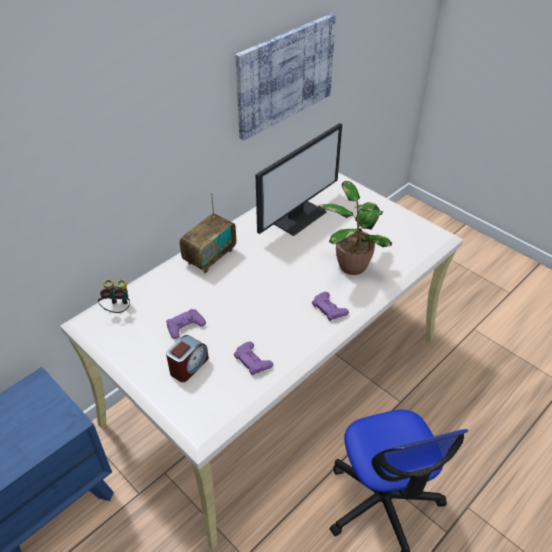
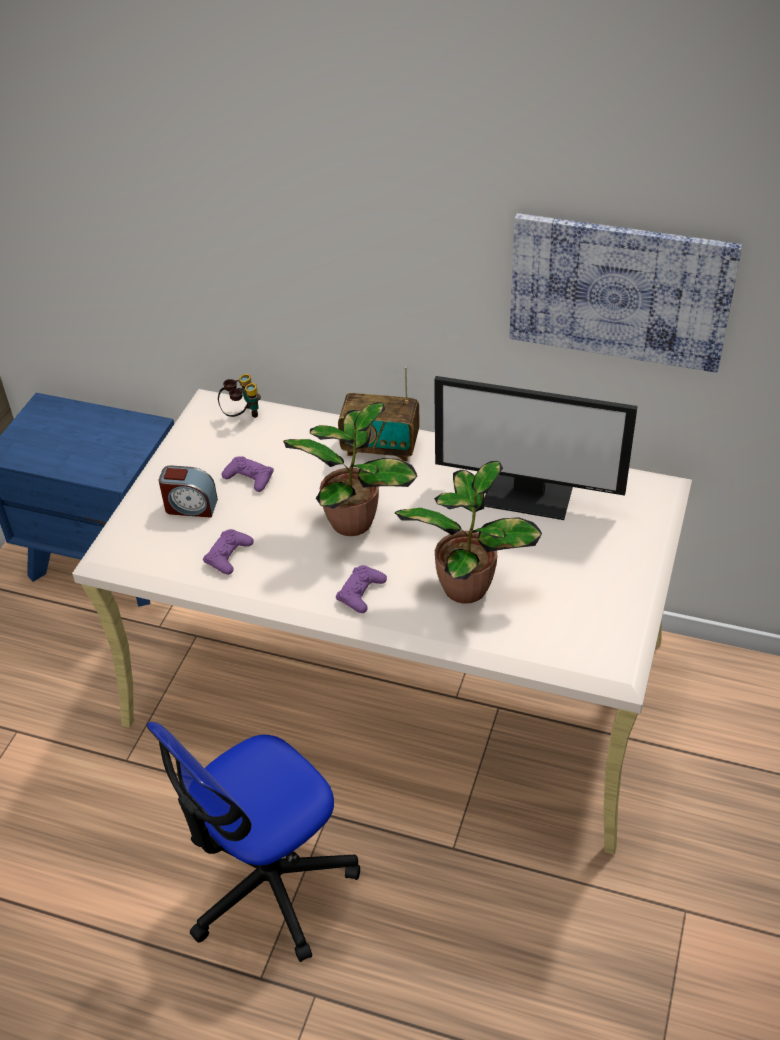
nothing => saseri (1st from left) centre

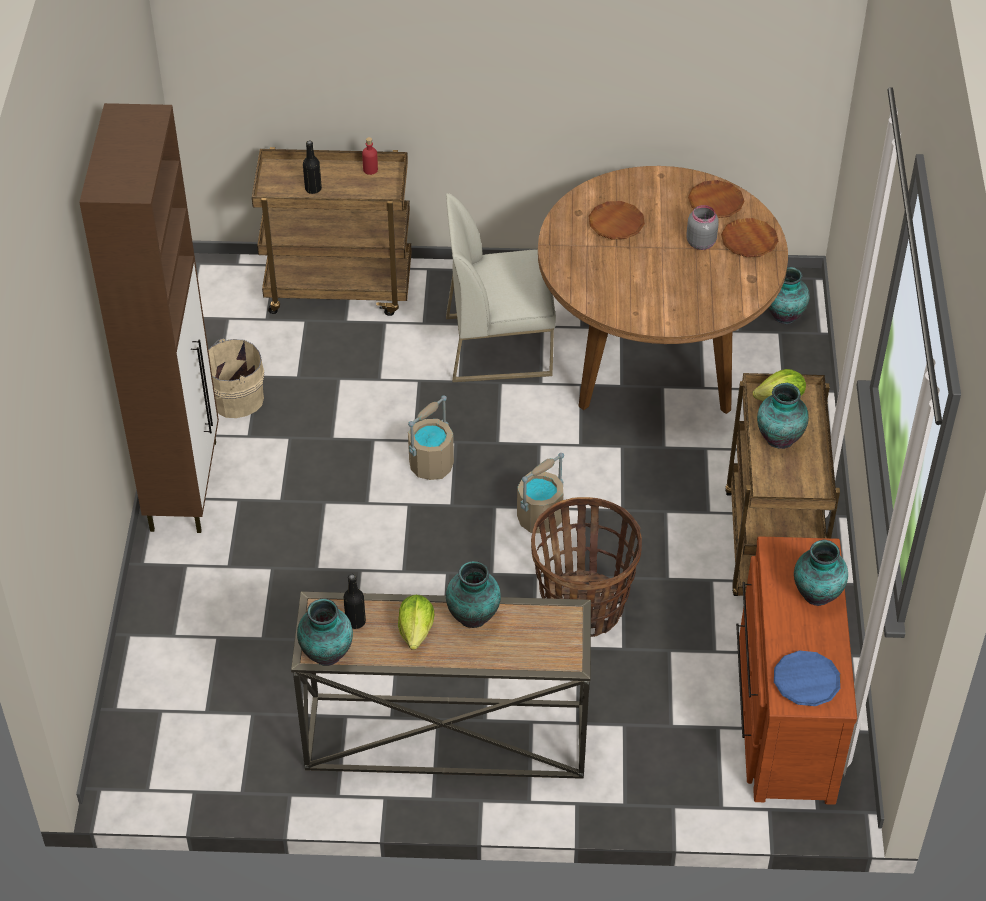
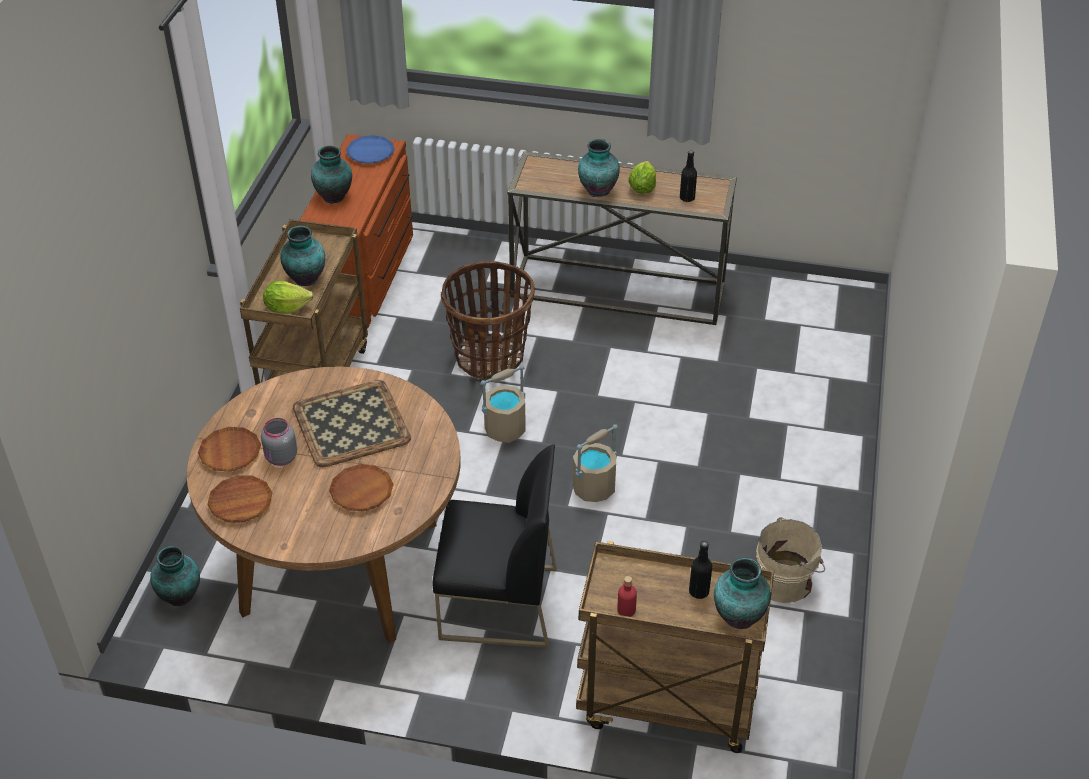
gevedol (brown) middle left => nothing
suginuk (1st from left in the first image) bottom left => suginuk (5th from left) bottom right, moved
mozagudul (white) top centre => mozagudul (black) bottom centre
nothing => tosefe middle left

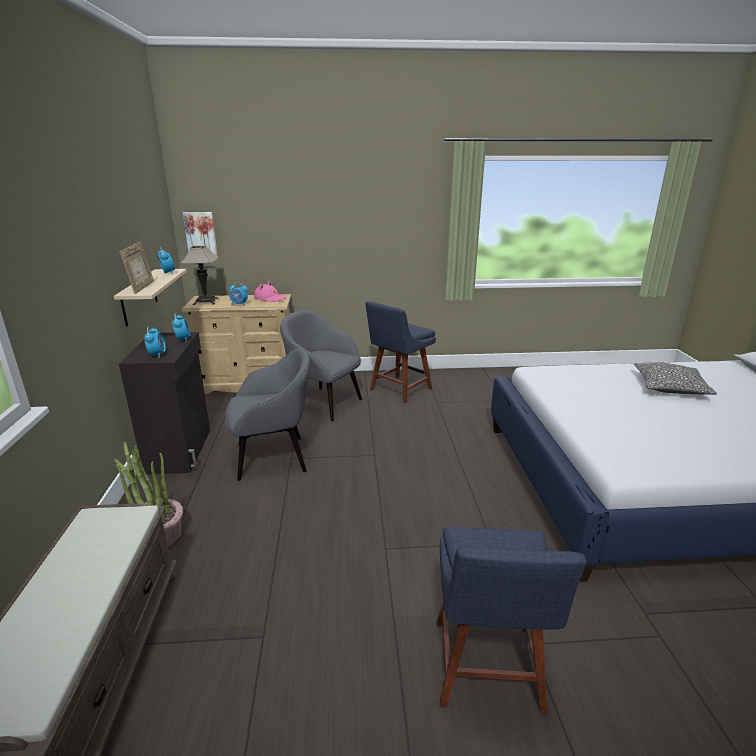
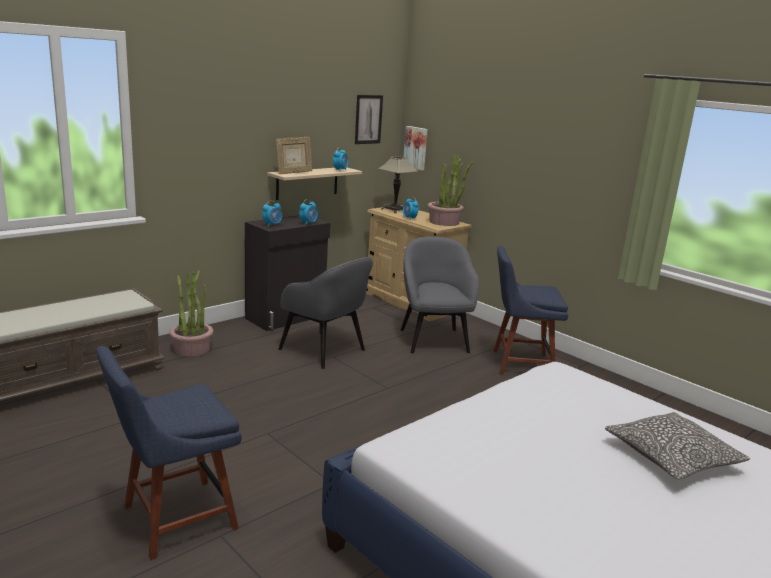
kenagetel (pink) centre => saseri (2nd from left) top centre
nothing => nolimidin (1st from left) top centre

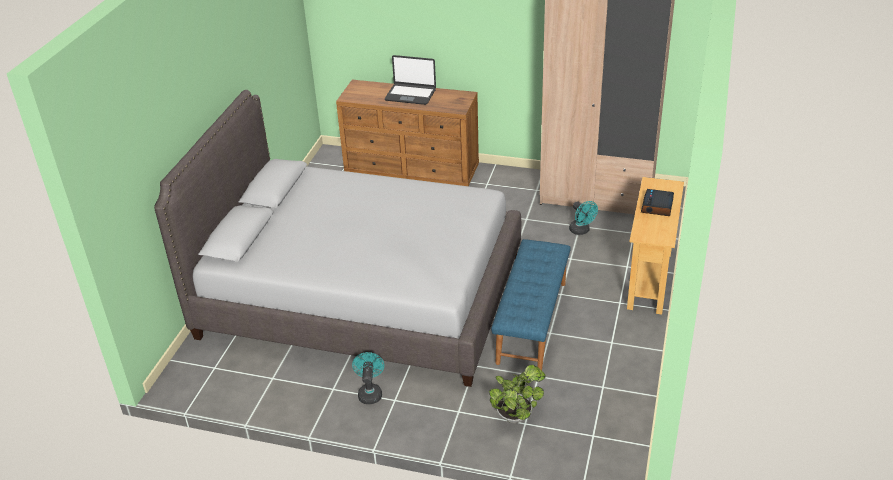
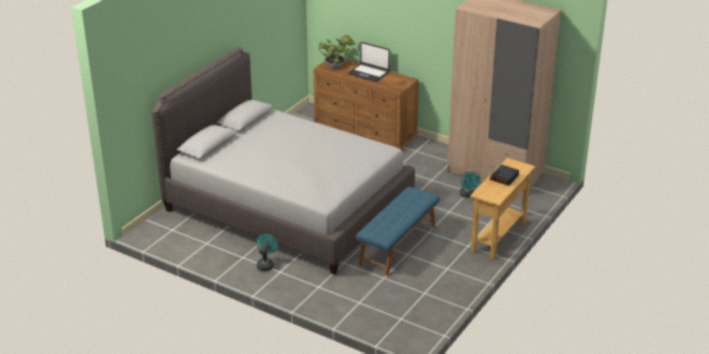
saseri bottom centre => saseri top centre, moved

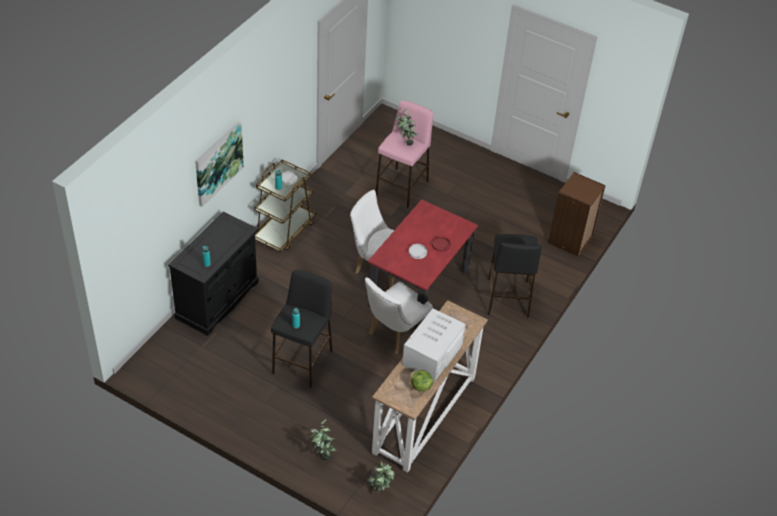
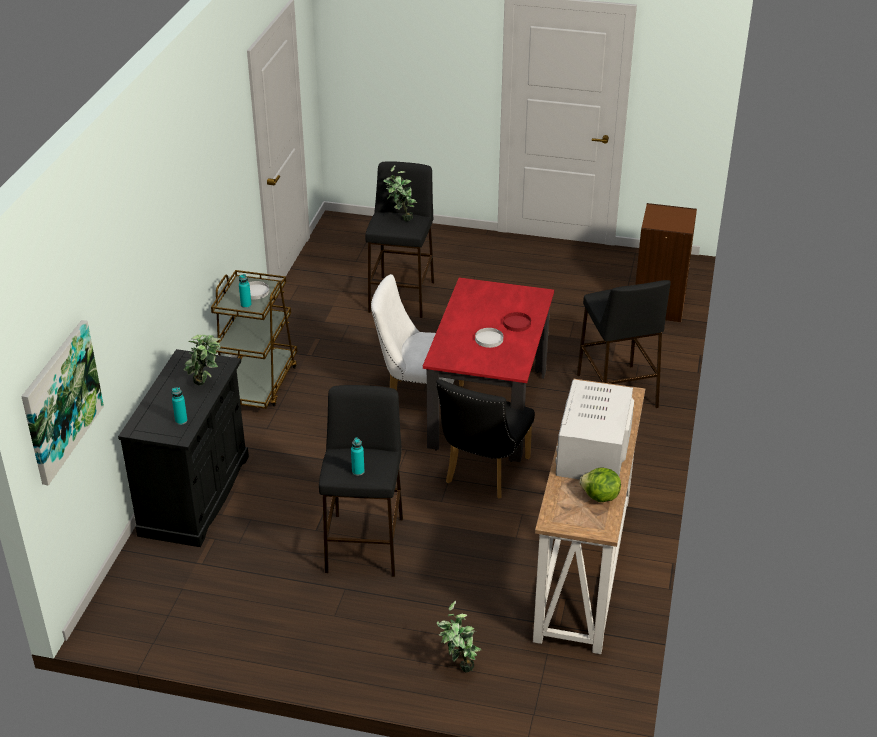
nolimidin top left => nolimidin middle left, moved
mozagudul (white) (2nd from left) centre => mozagudul (black) centre
saseri (2nd from left in the first image) bottom centre => saseri (1st from left) middle left, moved
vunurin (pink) top centre => vunurin (black) (2nd from left) top centre

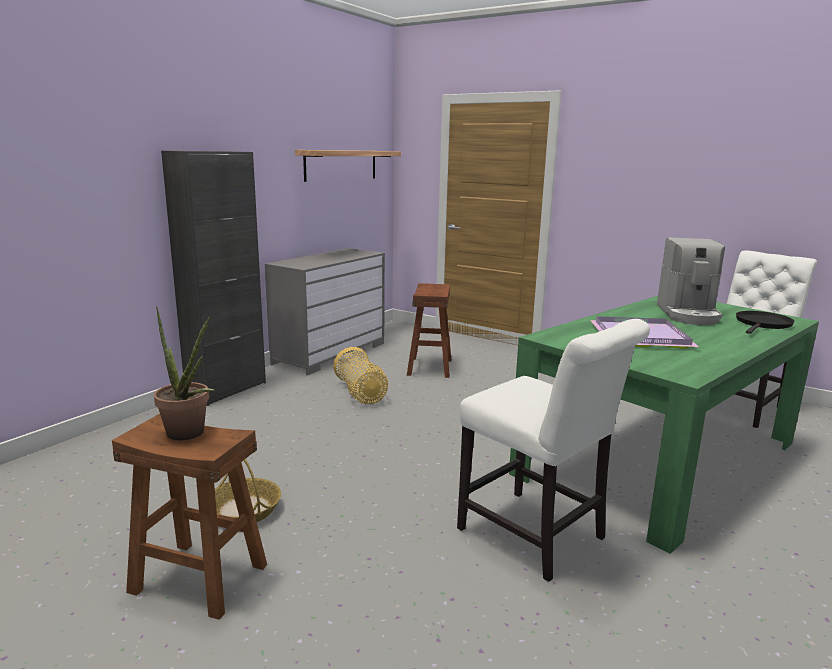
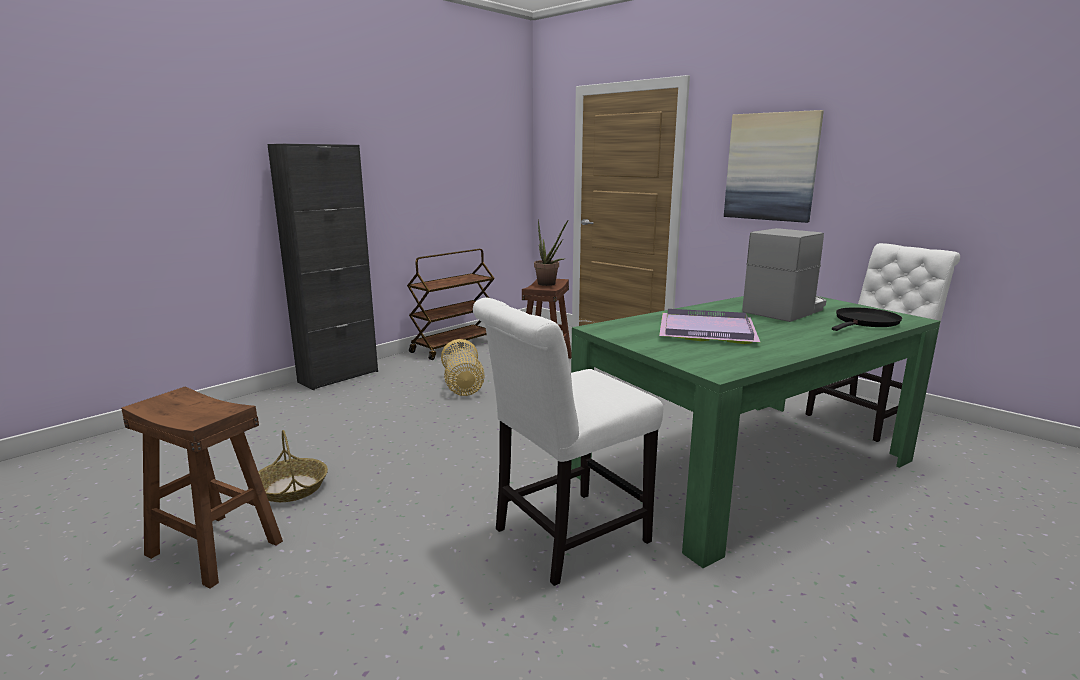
saseri middle left => saseri centre, moved
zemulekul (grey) centre => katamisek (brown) centre
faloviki top centre => nothing
mozagudul (white) (1st from left) bottom centre => mozagudul (white) (1st from left) centre, 90 degrees clockwise
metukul middle right, 150 degrees counterclockwise
nothing => nolimidin top right

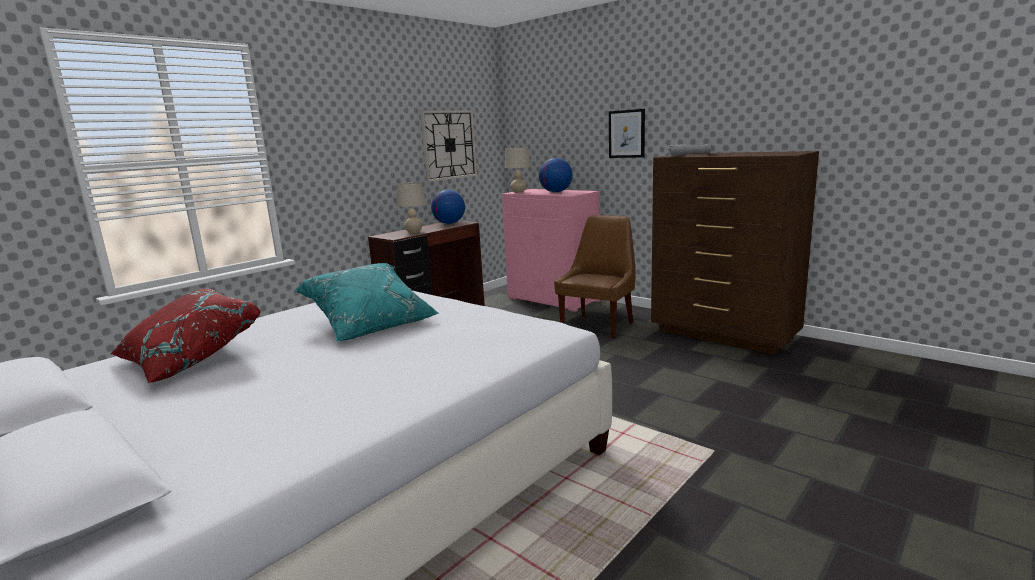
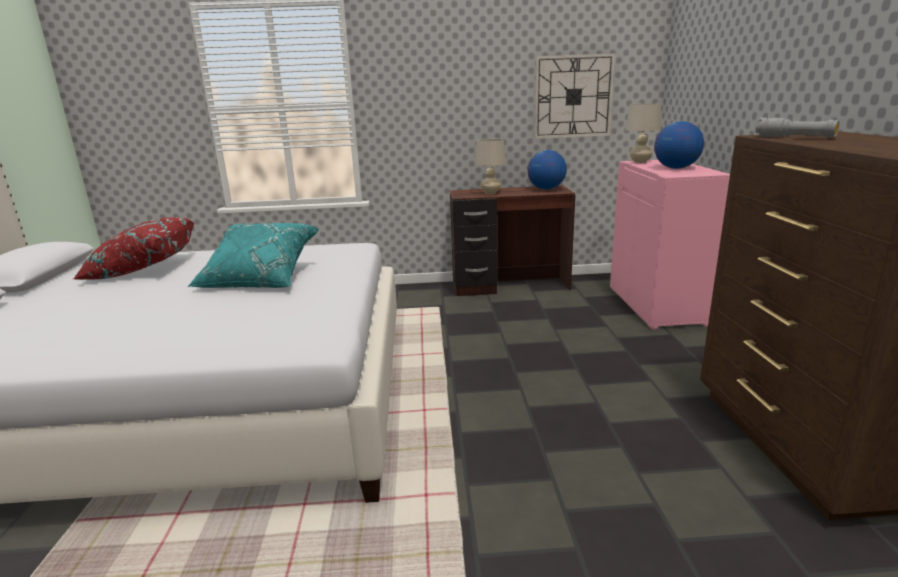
mozagudul (brown) centre => nothing
nolimidin top centre => nothing

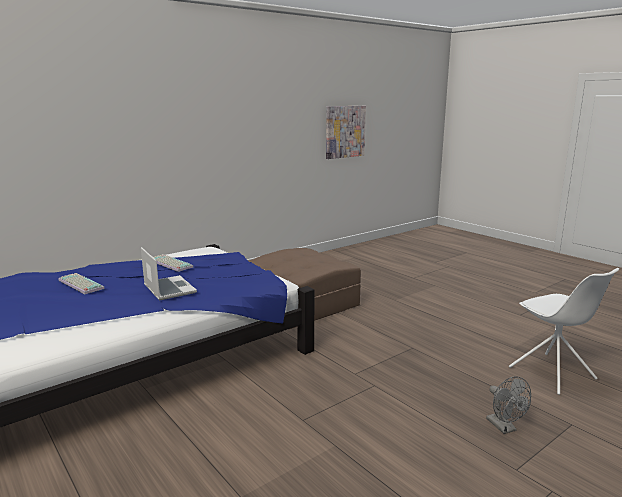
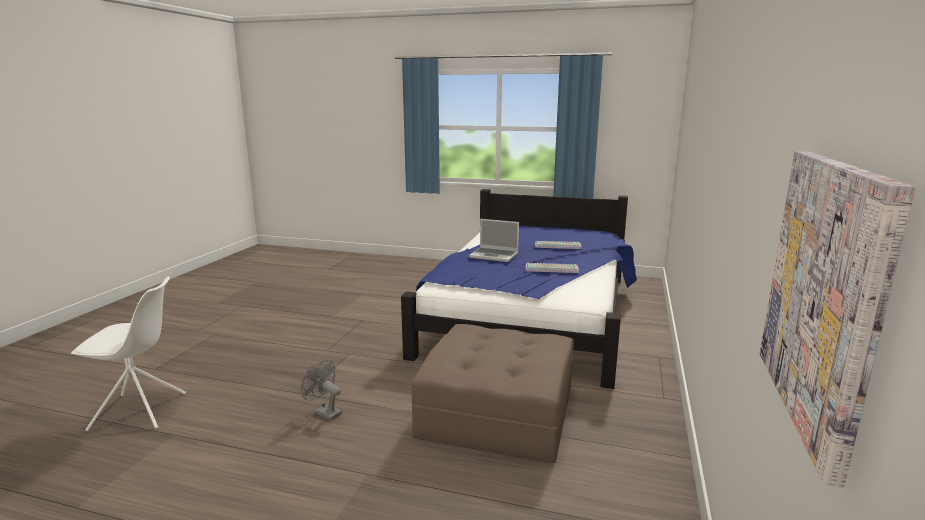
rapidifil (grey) bottom right => rapidifil (grey) bottom centre, moved
mozagudul (white) middle right => mozagudul (white) bottom left, 150 degrees clockwise

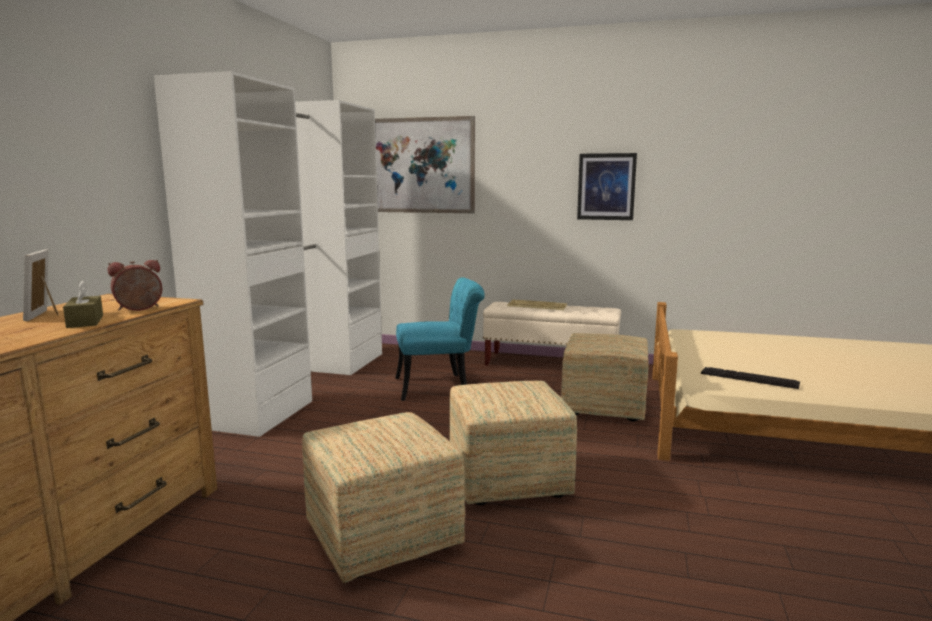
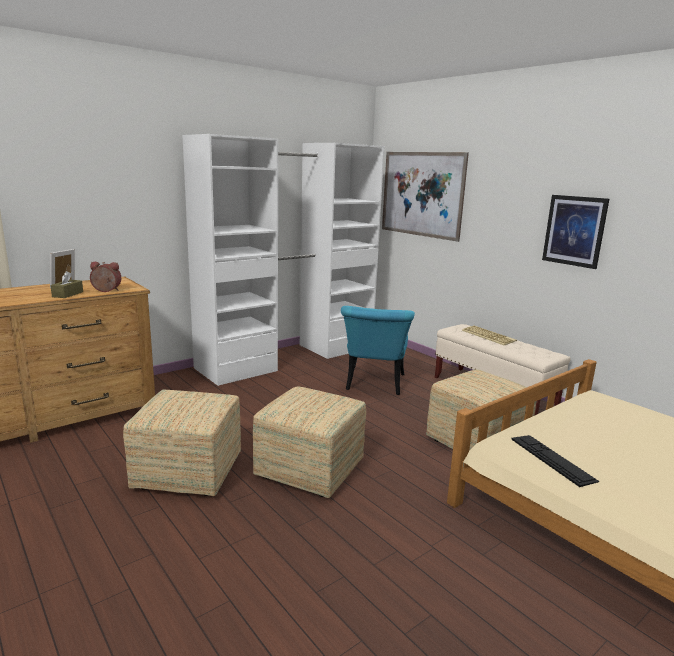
mozagudul (turquoise) centre, 75 degrees clockwise

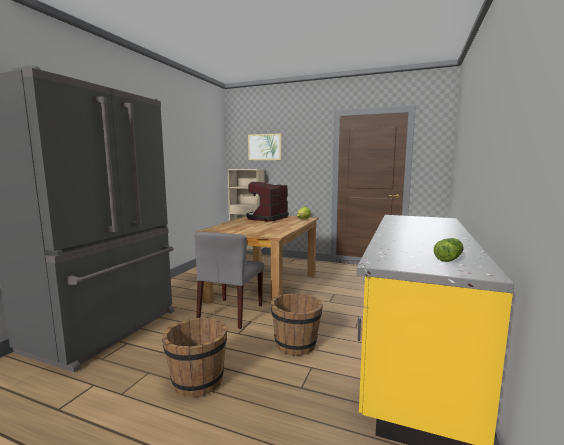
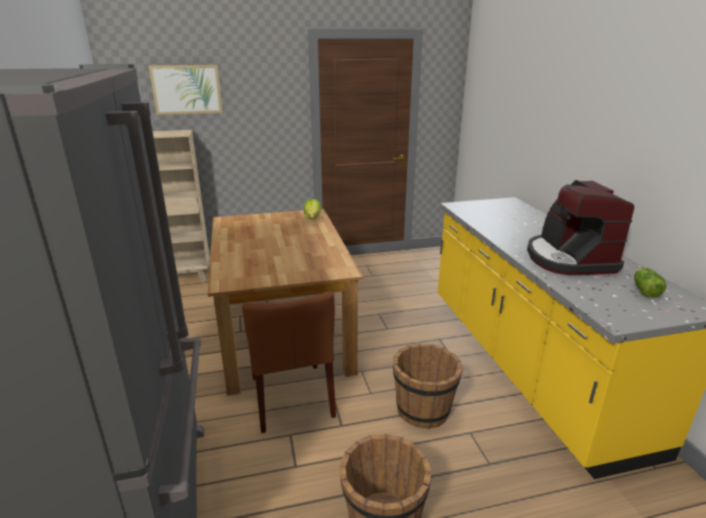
mozagudul (grey) centre => mozagudul (brown) bottom centre
metukul centre => metukul middle right, moved

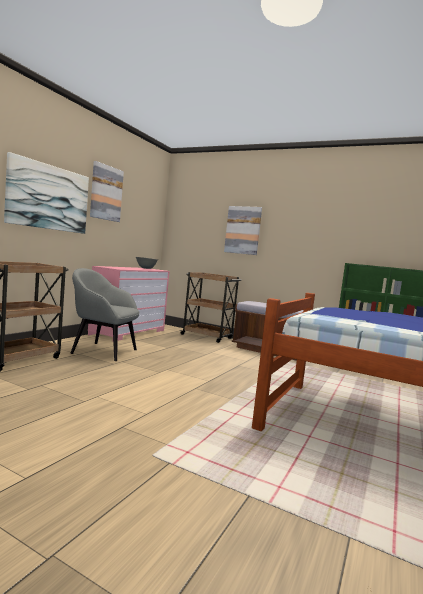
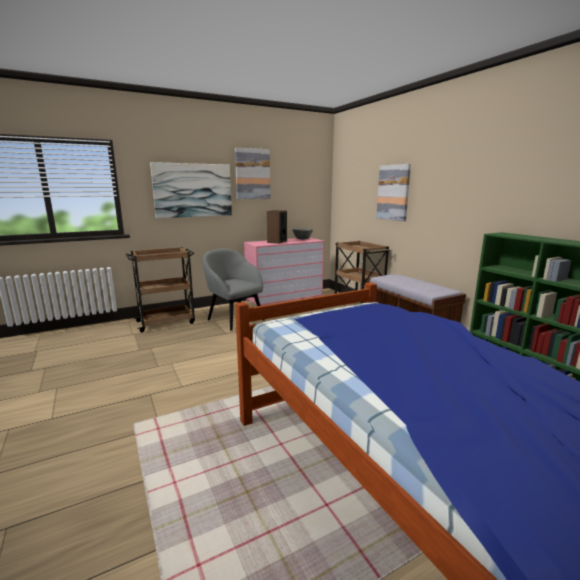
nothing => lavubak centre

